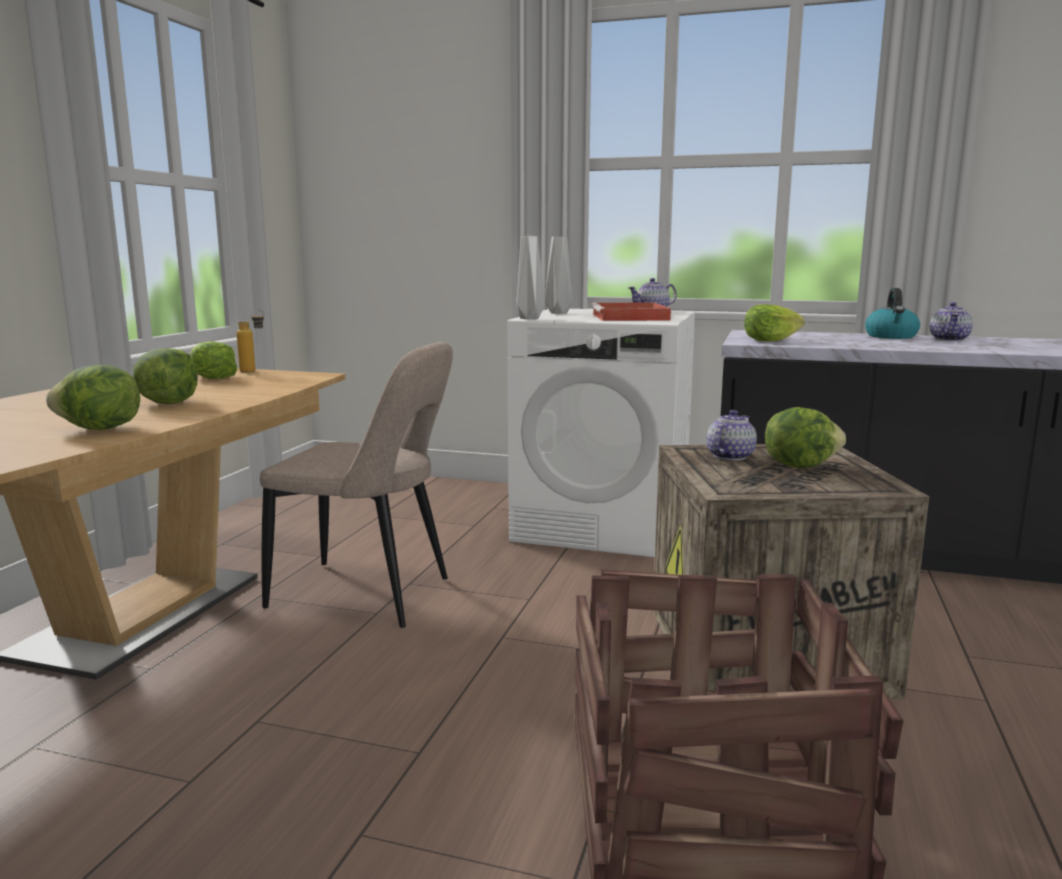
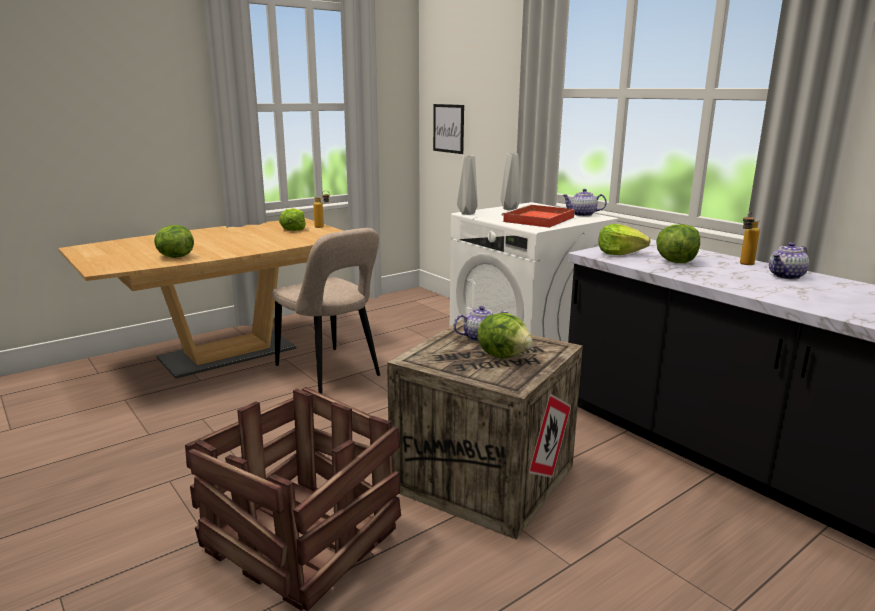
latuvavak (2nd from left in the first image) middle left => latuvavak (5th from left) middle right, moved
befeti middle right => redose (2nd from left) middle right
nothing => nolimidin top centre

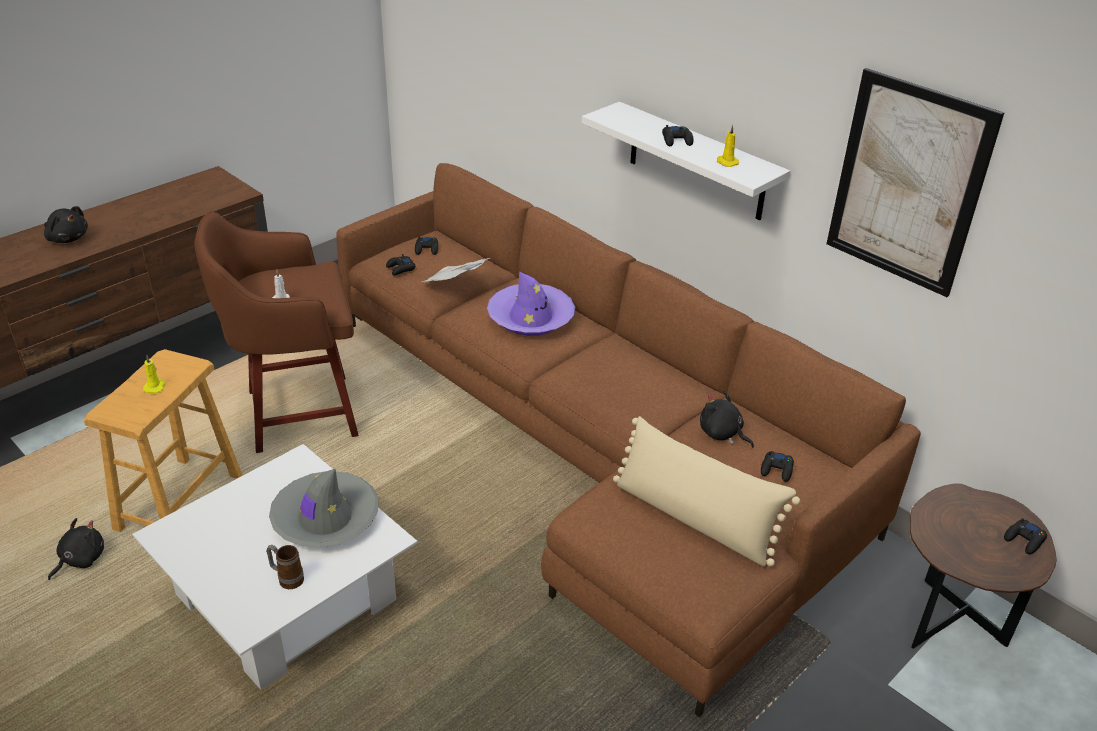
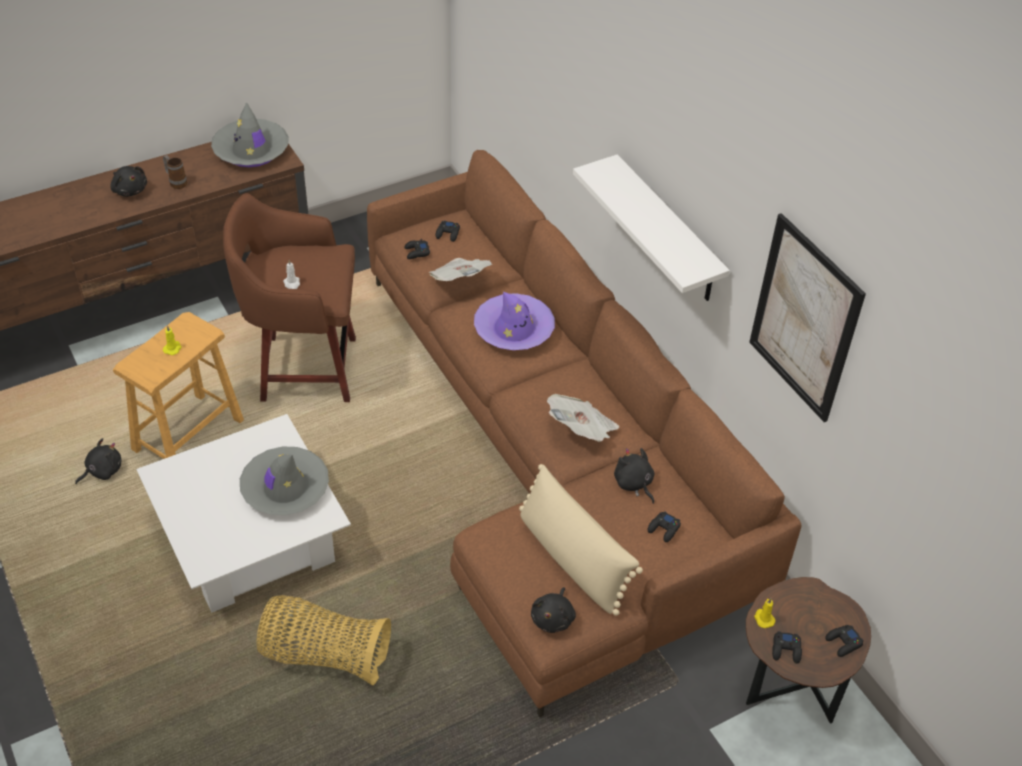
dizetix bottom left => dizetix top left, moved
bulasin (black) (3rd from left in the first image) top centre => bulasin (black) (4th from left) bottom right, moved
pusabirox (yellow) (2nd from left) top centre => pusabirox (yellow) (2nd from left) bottom right, moved
nothing => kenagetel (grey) (1st from left) top left
nothing => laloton bottom left
nothing => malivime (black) (3rd from left) bottom centre
nothing => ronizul (2nd from left) centre

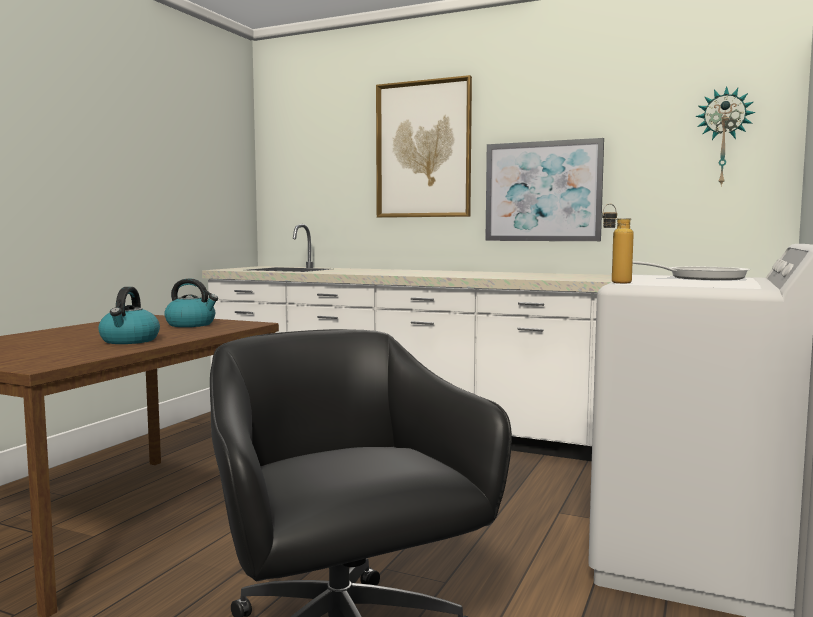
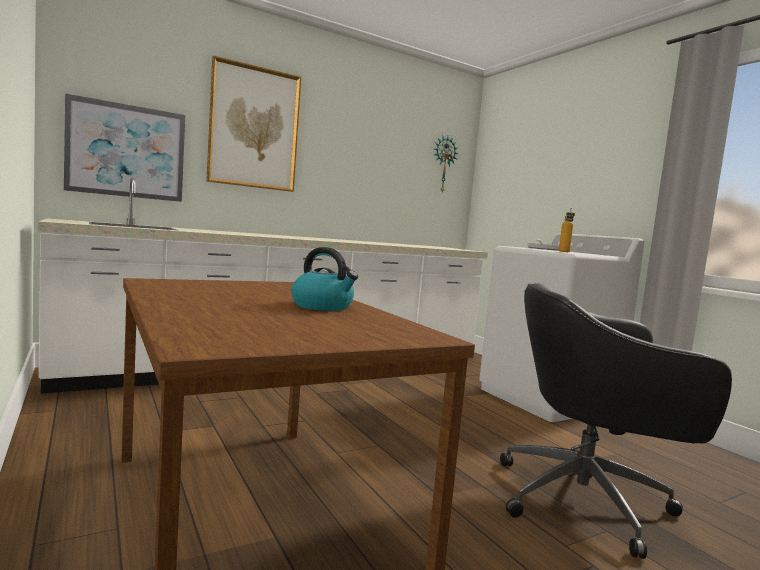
befeti (2nd from left) middle left => nothing
nolimidin (2nd from left in the first image) top right => nolimidin (1st from left) top left, moved

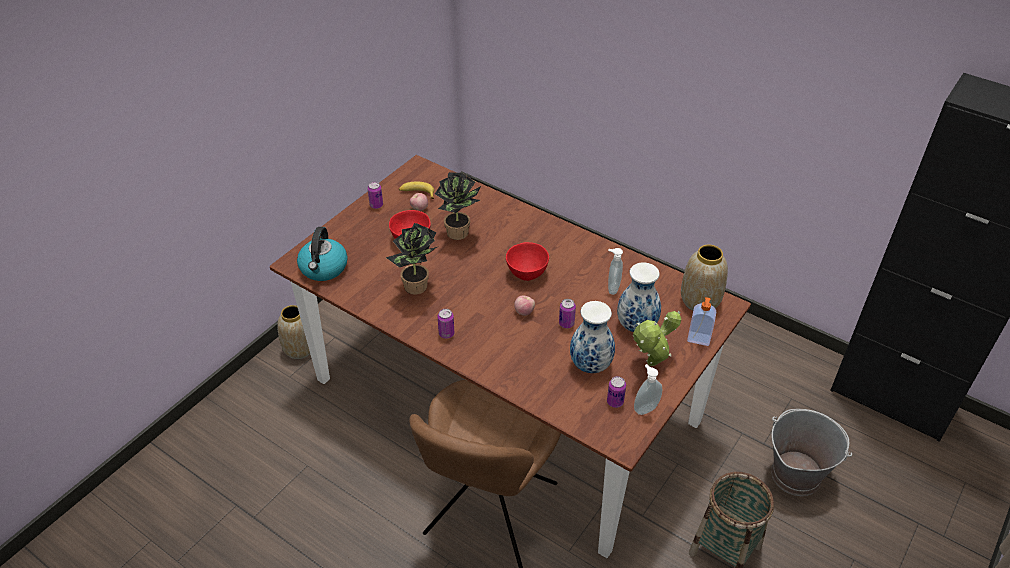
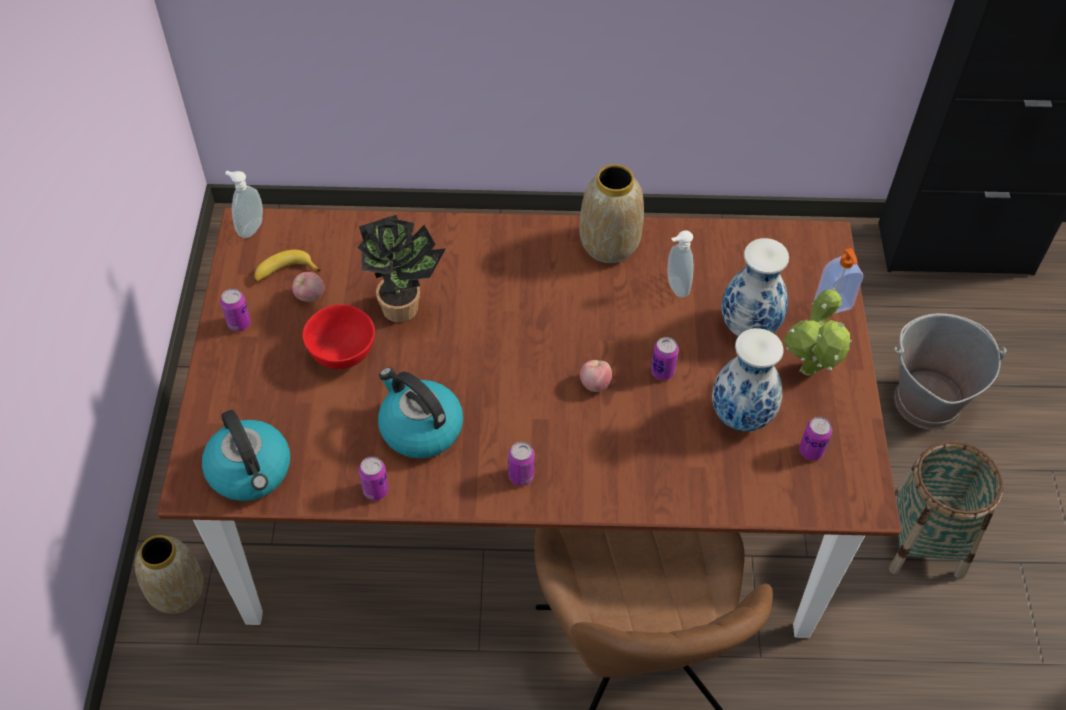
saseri (1st from left) centre => befeti (2nd from left) centre
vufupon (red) (2nd from left) centre => nothing
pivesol (2nd from left in the first image) bottom centre => pivesol (1st from left) top left, moved
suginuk (4th from left in the first image) middle right => suginuk (2nd from left) top centre, moved
nothing => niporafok (2nd from left) bottom centre

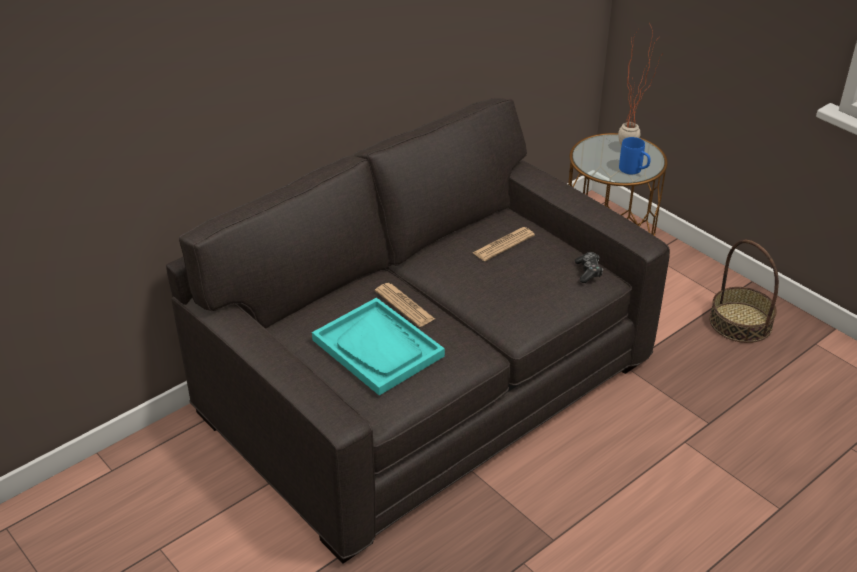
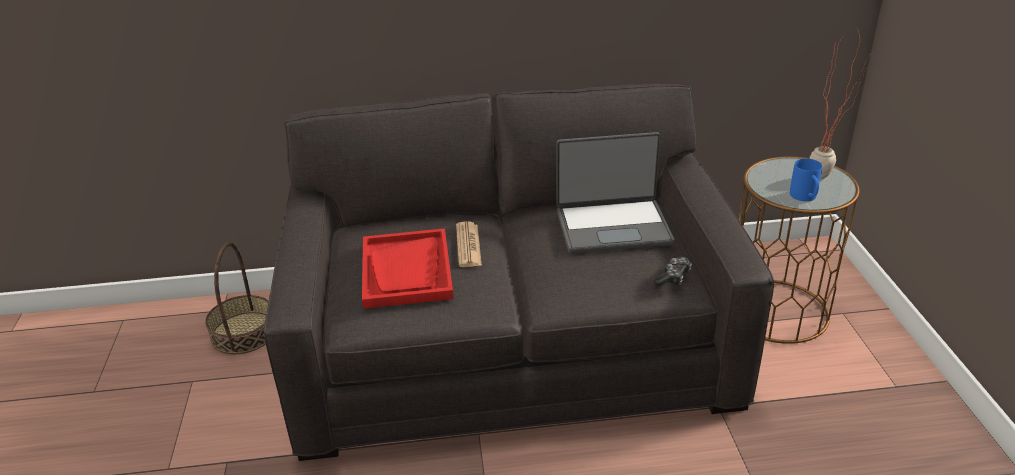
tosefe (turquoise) centre => tosefe (red) centre
ronizul (2nd from left) centre => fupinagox centre
laloton middle right => laloton middle left, moved

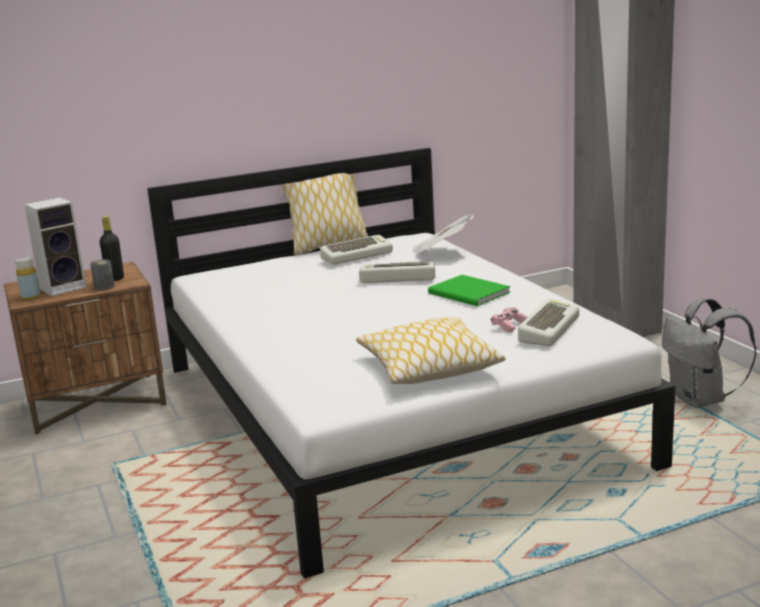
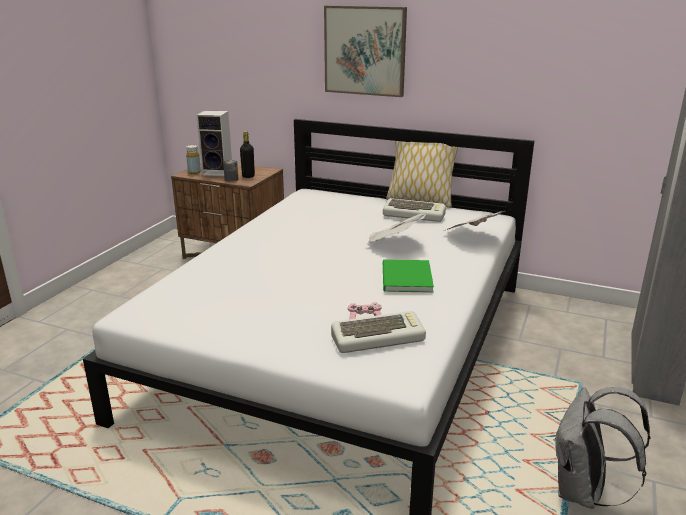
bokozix (2nd from left) centre => nothing
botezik (2nd from left) centre => ronizul (1st from left) centre
nothing => nolimidin top centre

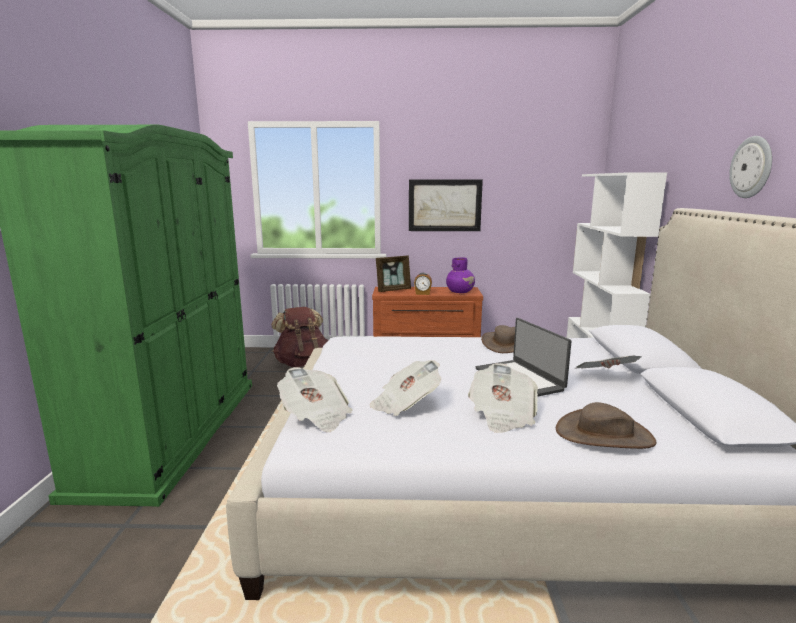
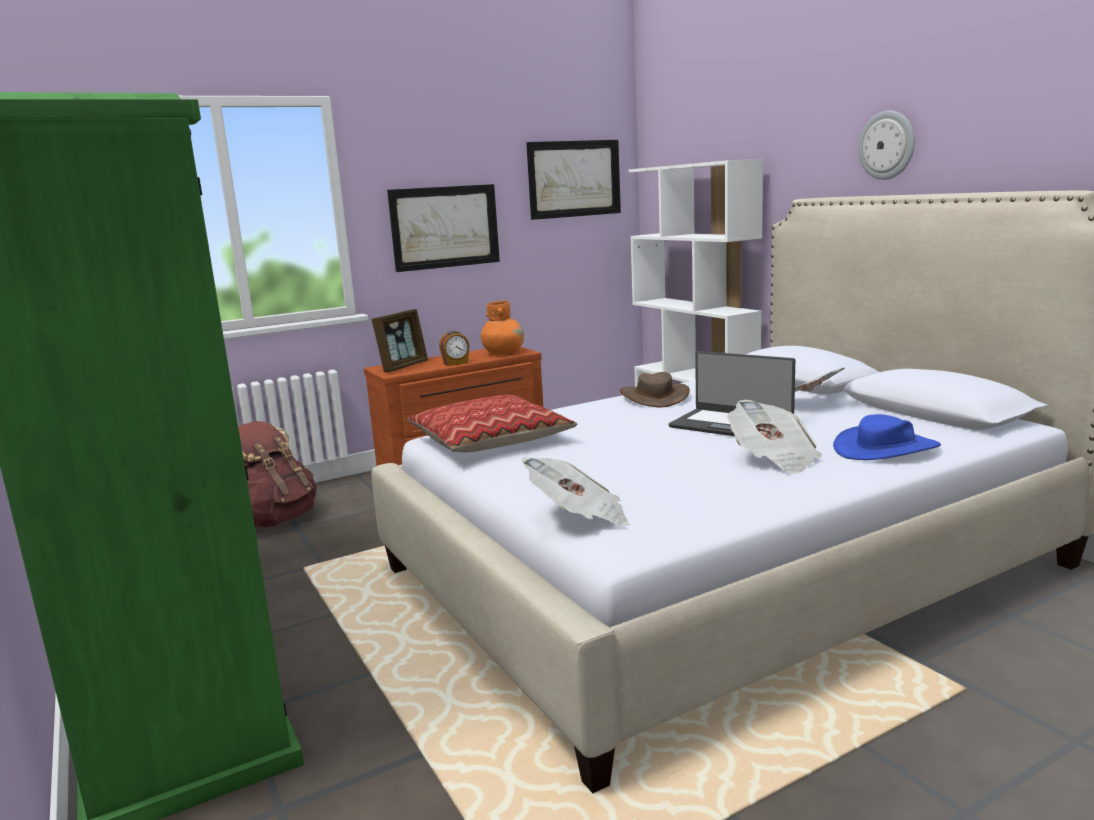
ronizul (2nd from left) centre => nothing
suginuk (purple) centre => suginuk (orange) centre
kenagetel (brown) (2nd from left) bottom right => kenagetel (blue) middle right
nothing => bokozix centre
nothing => nolimidin (2nd from left) top centre

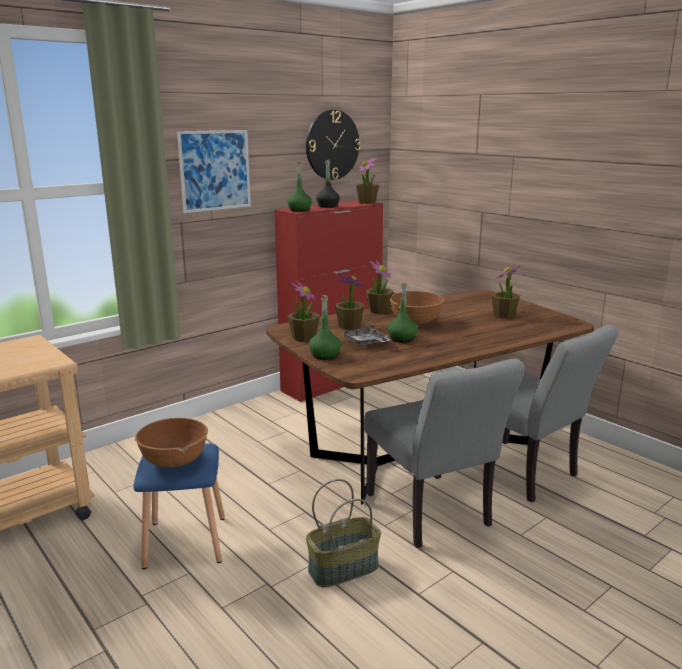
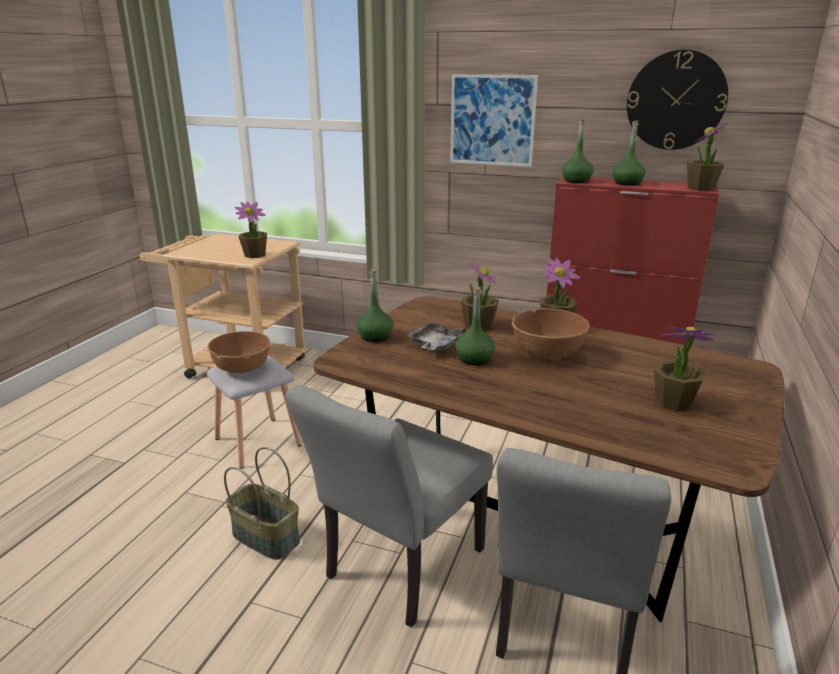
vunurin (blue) bottom left => vunurin (grey) middle left
saseri (1st from left) centre => saseri (1st from left) middle left, moved
redose (black) top centre => redose (green) (4th from left) top right

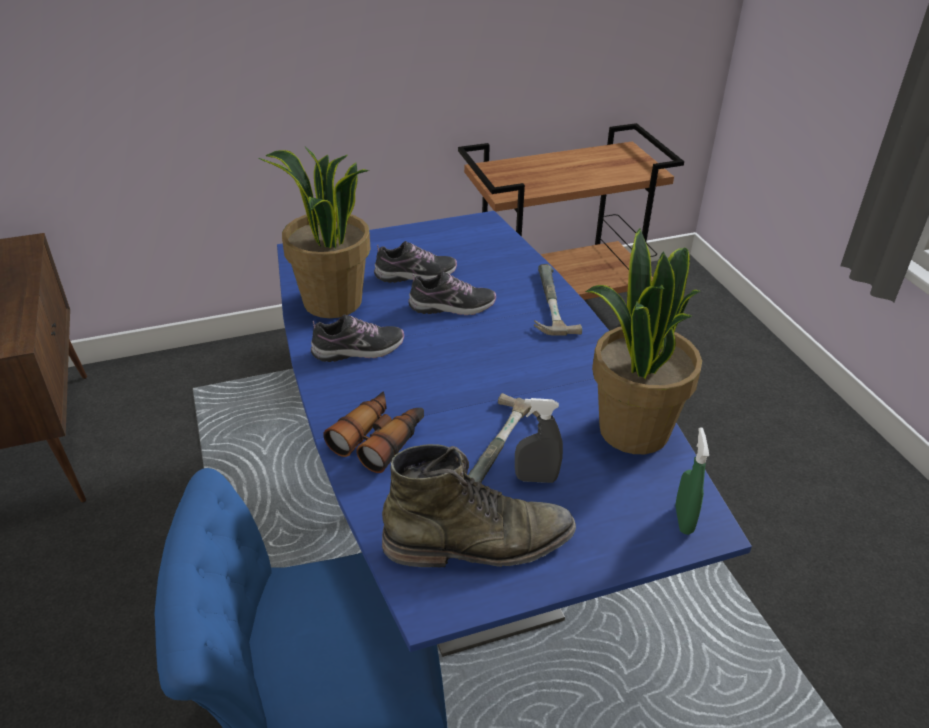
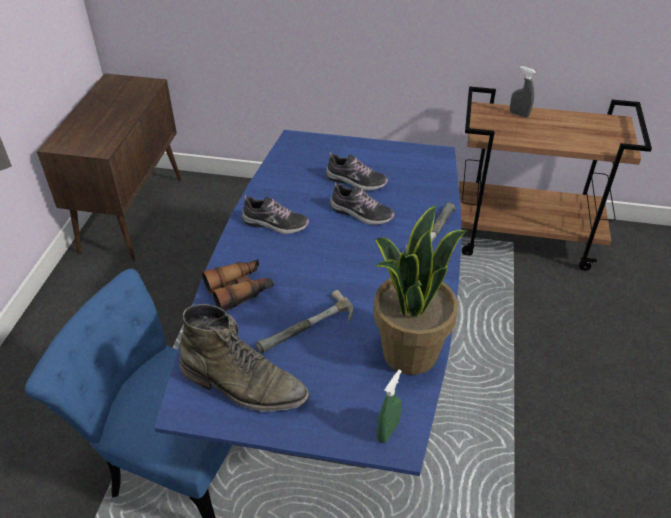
saseri (1st from left) top centre => nothing
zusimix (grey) centre => zusimix (grey) top right, moved

